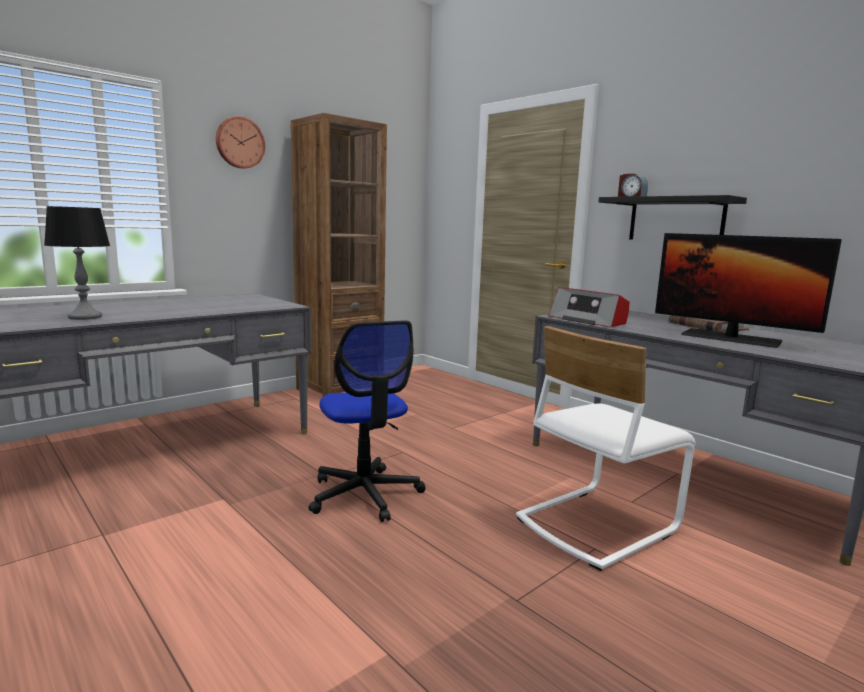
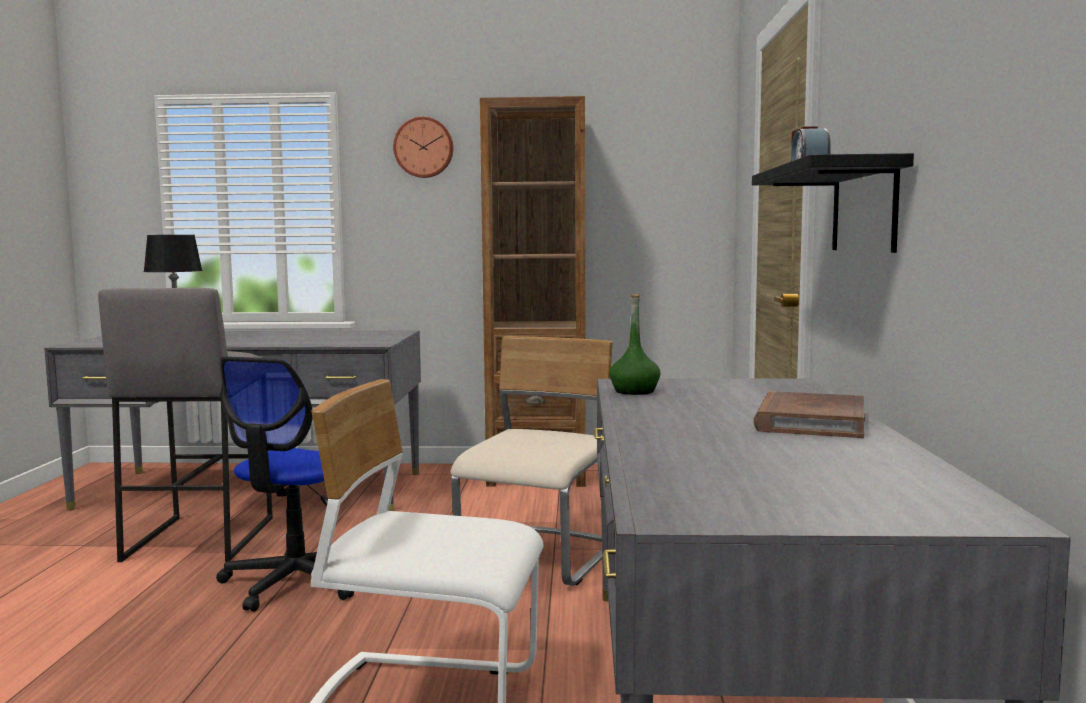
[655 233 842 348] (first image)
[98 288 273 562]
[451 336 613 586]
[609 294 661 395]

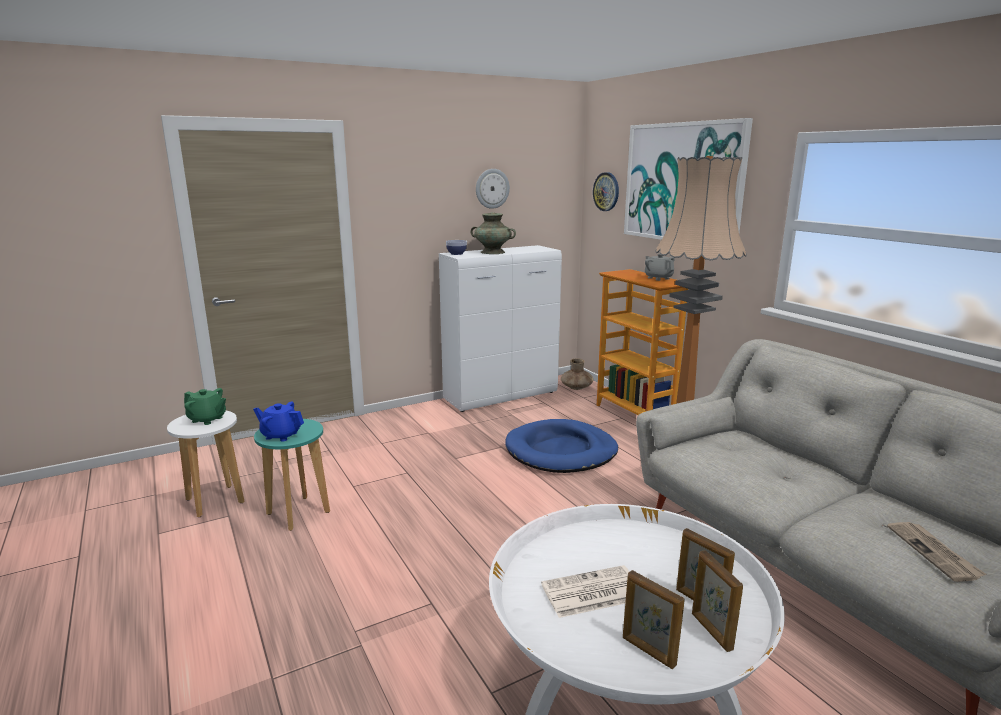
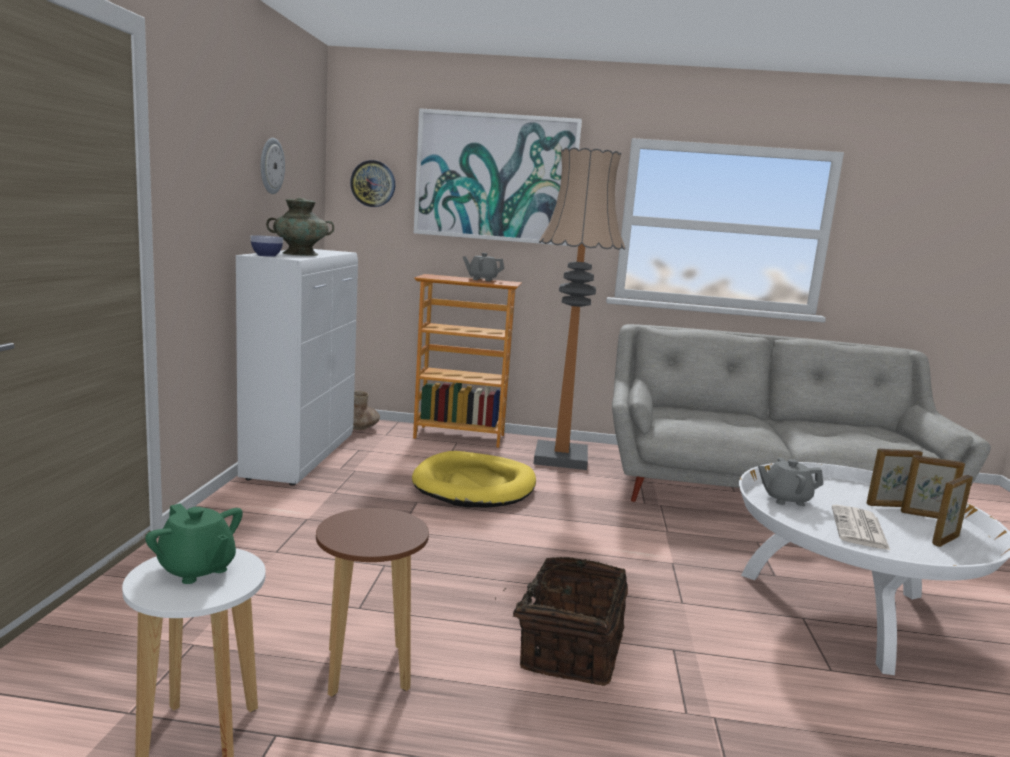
[253 401 304 441] (first image)
[887 522 986 582] (first image)
[495 557 628 686]
[758 458 823 506]
[316 508 429 697]
[412 451 536 507]
[145 504 243 584]
[932 475 973 547]

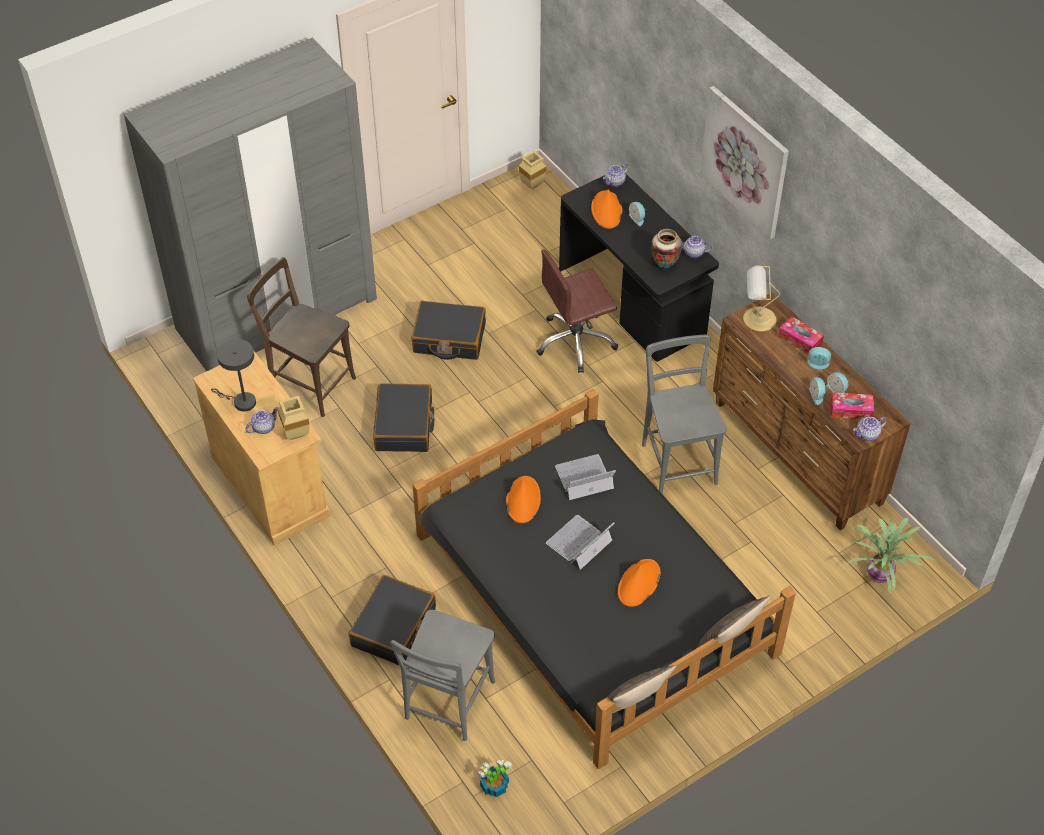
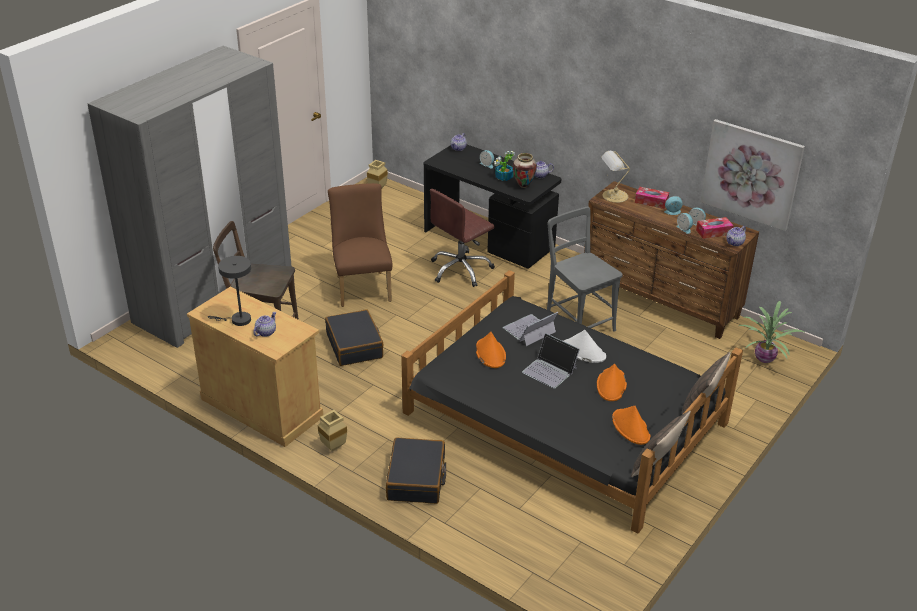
[390 610 496 741] (first image)
[564 330 606 363]
[318 410 347 451]
[494 151 515 181]
[612 406 650 445]
[701 119 805 231]
[328 183 393 307]
[522 333 580 389]

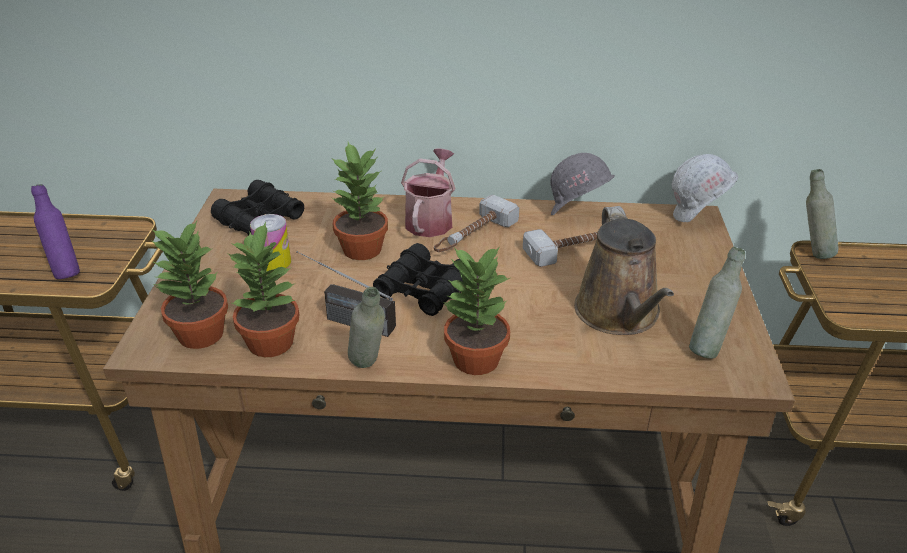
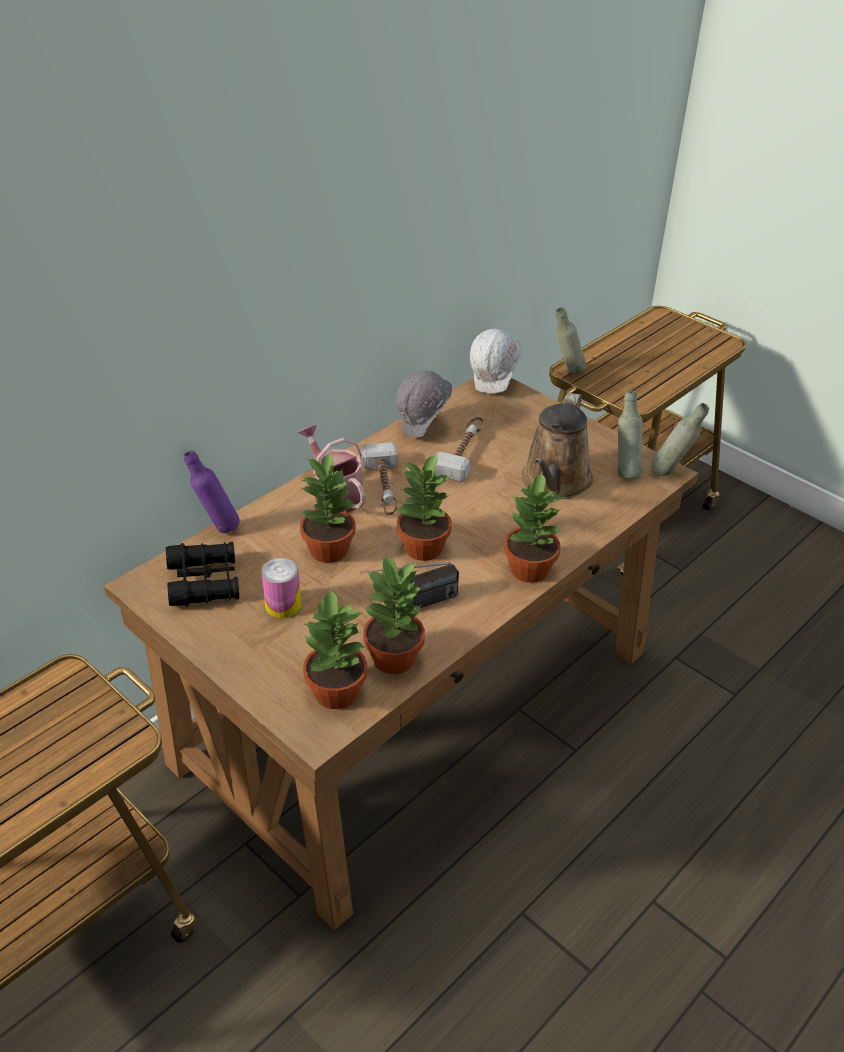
[184 450 240 533]
[651 403 709 476]
[396 453 452 561]
[521 393 593 499]

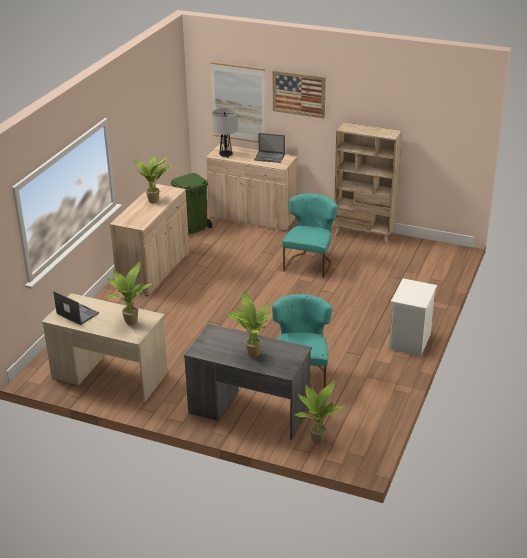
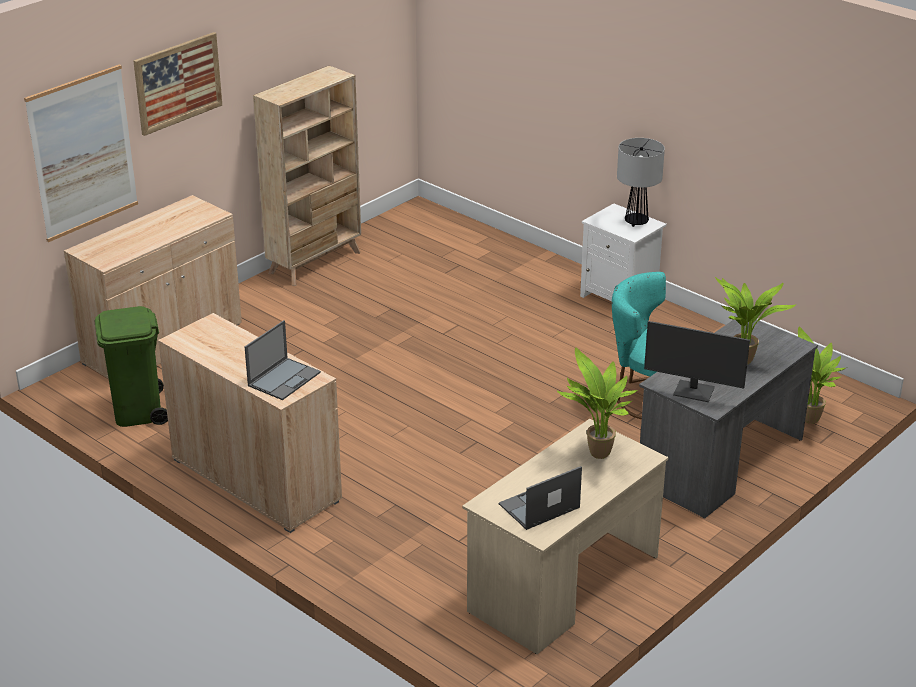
[134 154 172 203] (first image)
[282 193 338 278] (first image)
[644 321 750 402]
[617 138 665 227]
[245 320 321 400]

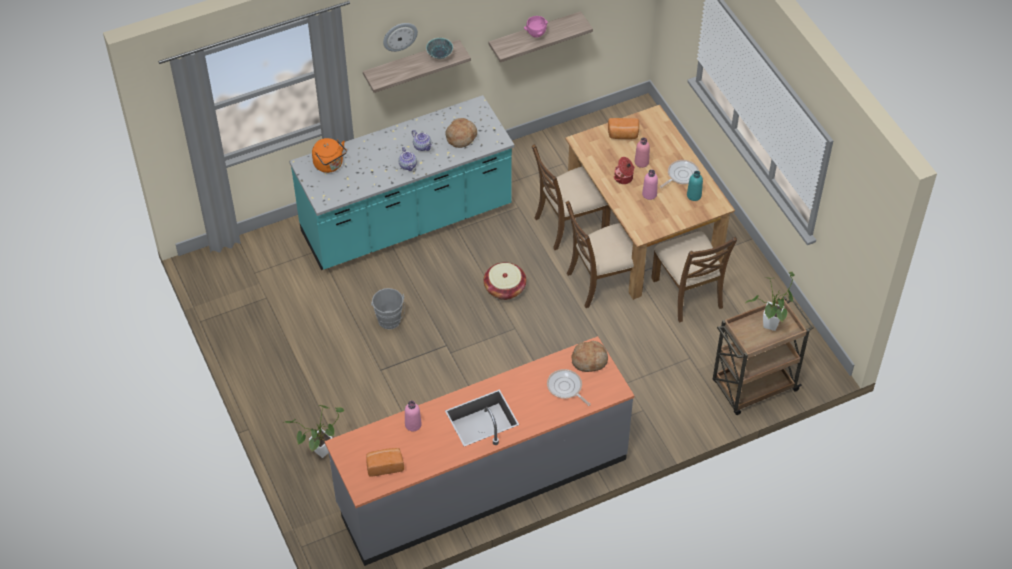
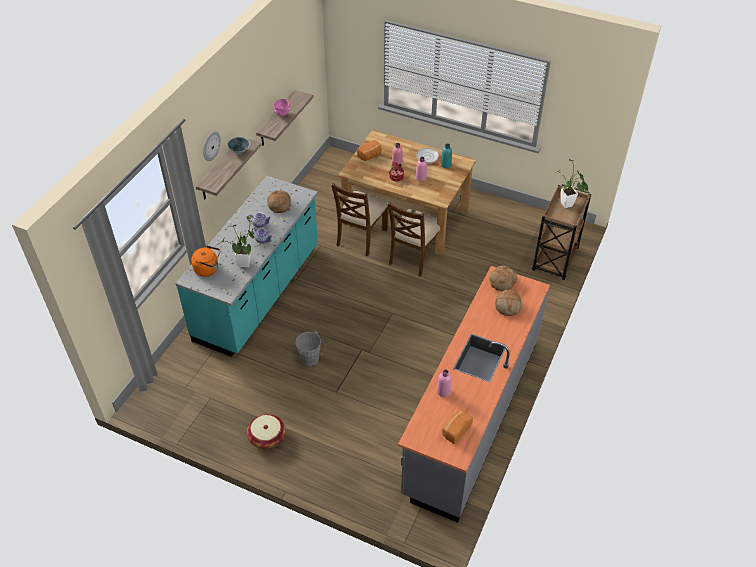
[651 231 737 322] (first image)
[217 216 254 267]
[247 414 285 449]
[495 290 522 316]

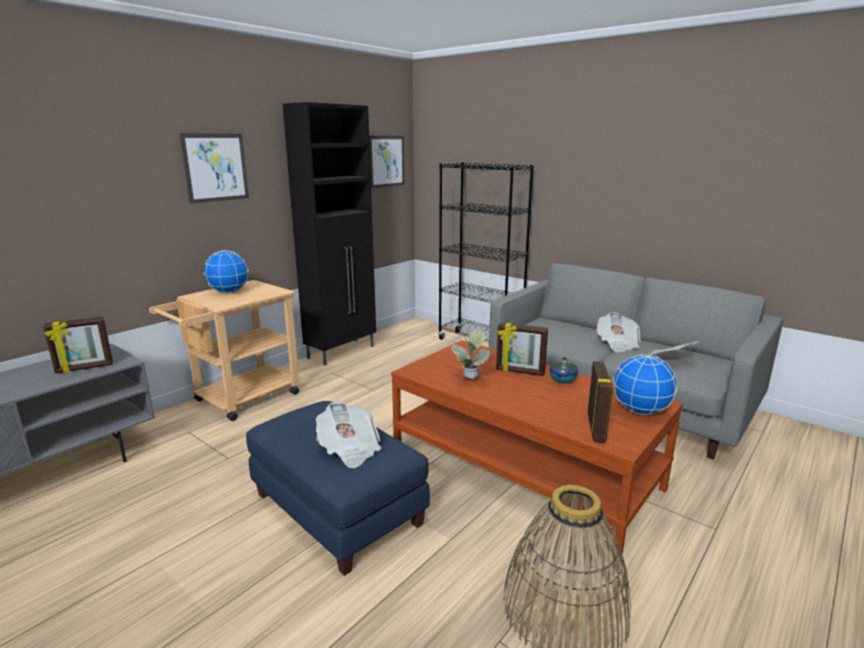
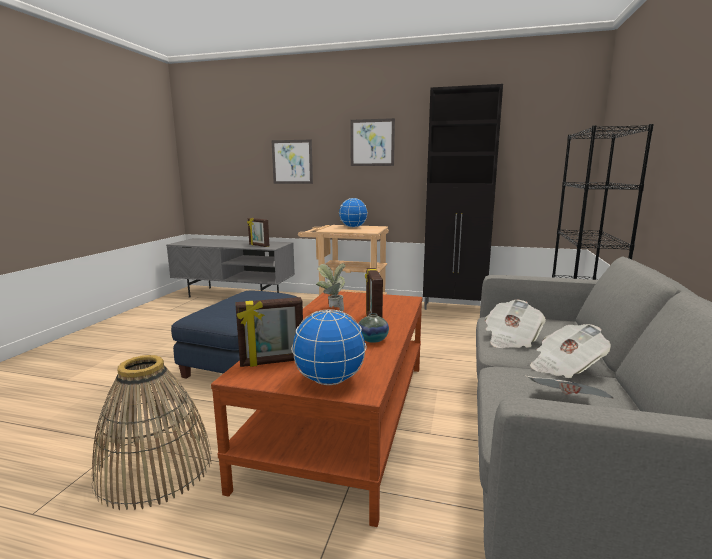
[485 300 546 348]
[272 140 313 184]

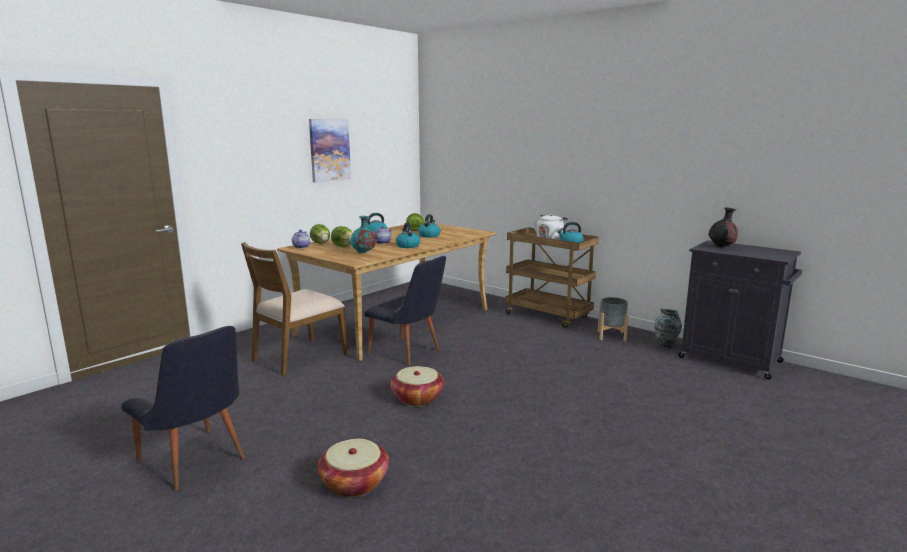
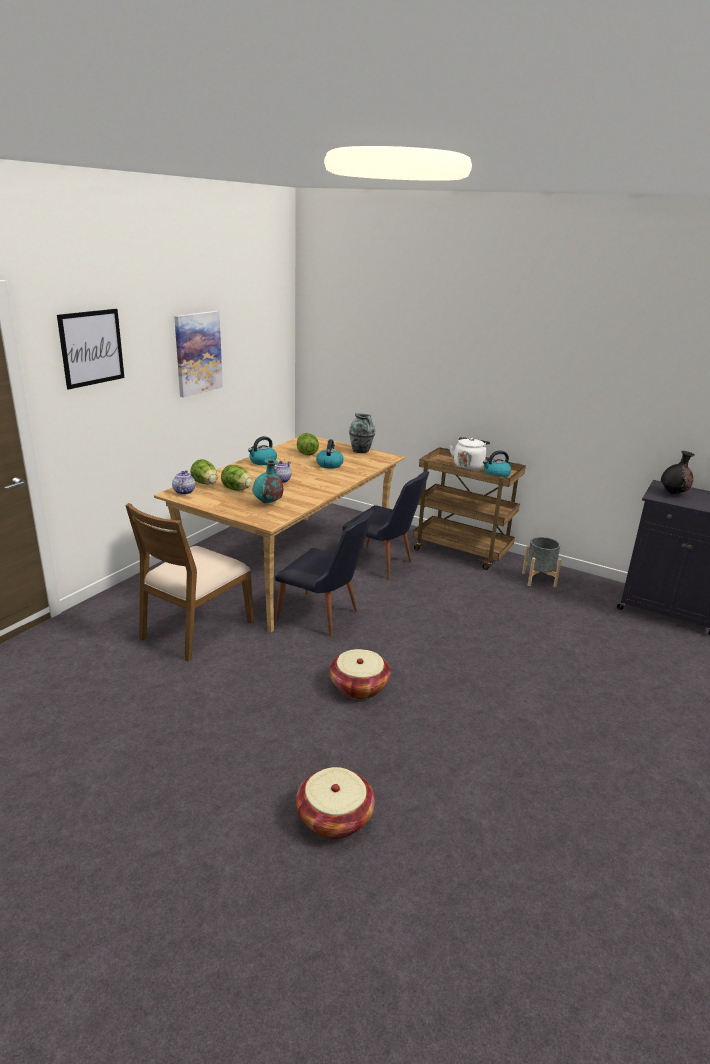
[395 223 420 248] (first image)
[57 309 125 390]
[343 471 429 580]
[349 413 375 453]

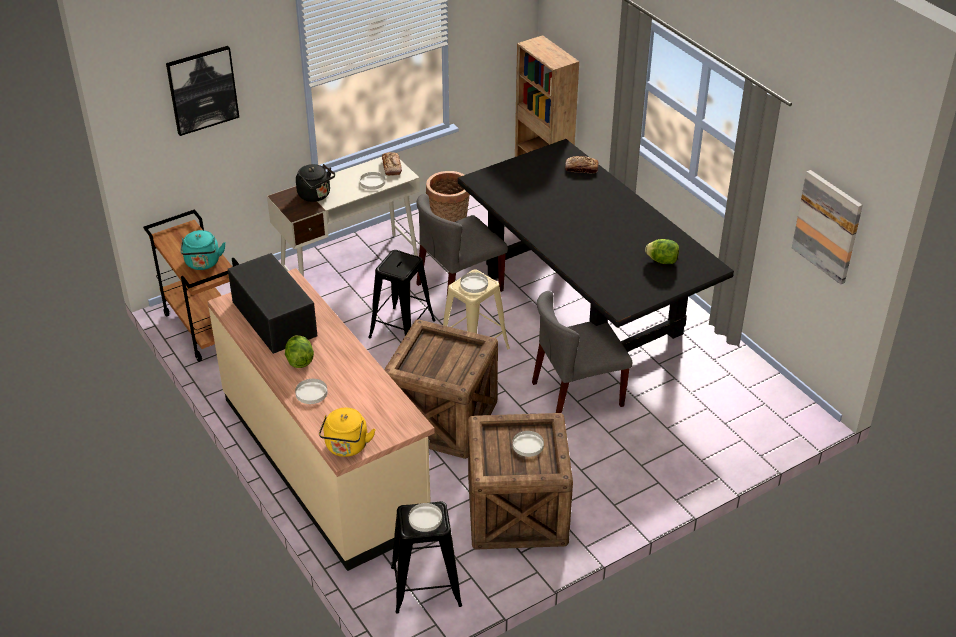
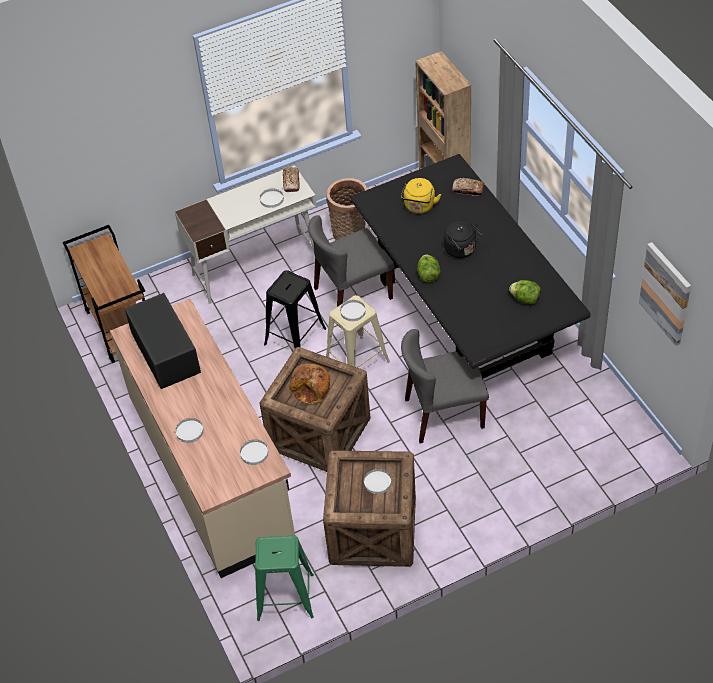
[166 46 239 136] (first image)
[181 230 226 270] (first image)
[289 364 330 404]
[417 254 441 282]
[444 222 482 258]
[401 178 441 214]
[240 439 268 465]
[255 535 314 621]

